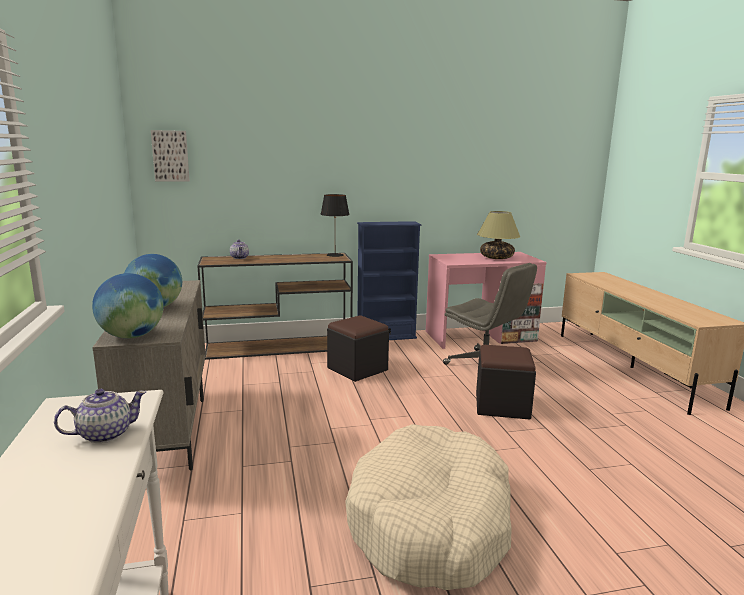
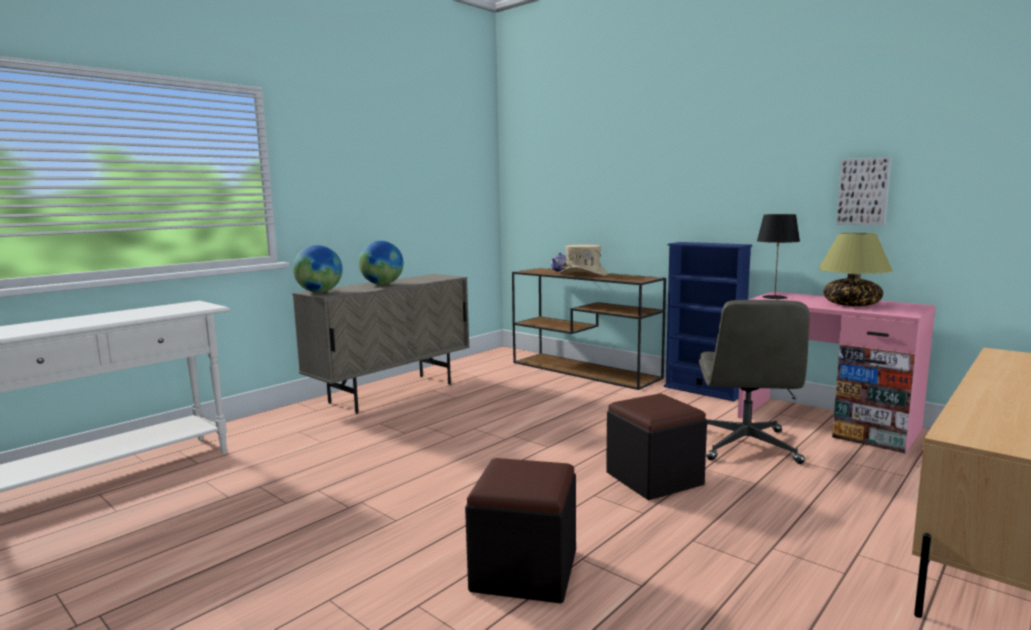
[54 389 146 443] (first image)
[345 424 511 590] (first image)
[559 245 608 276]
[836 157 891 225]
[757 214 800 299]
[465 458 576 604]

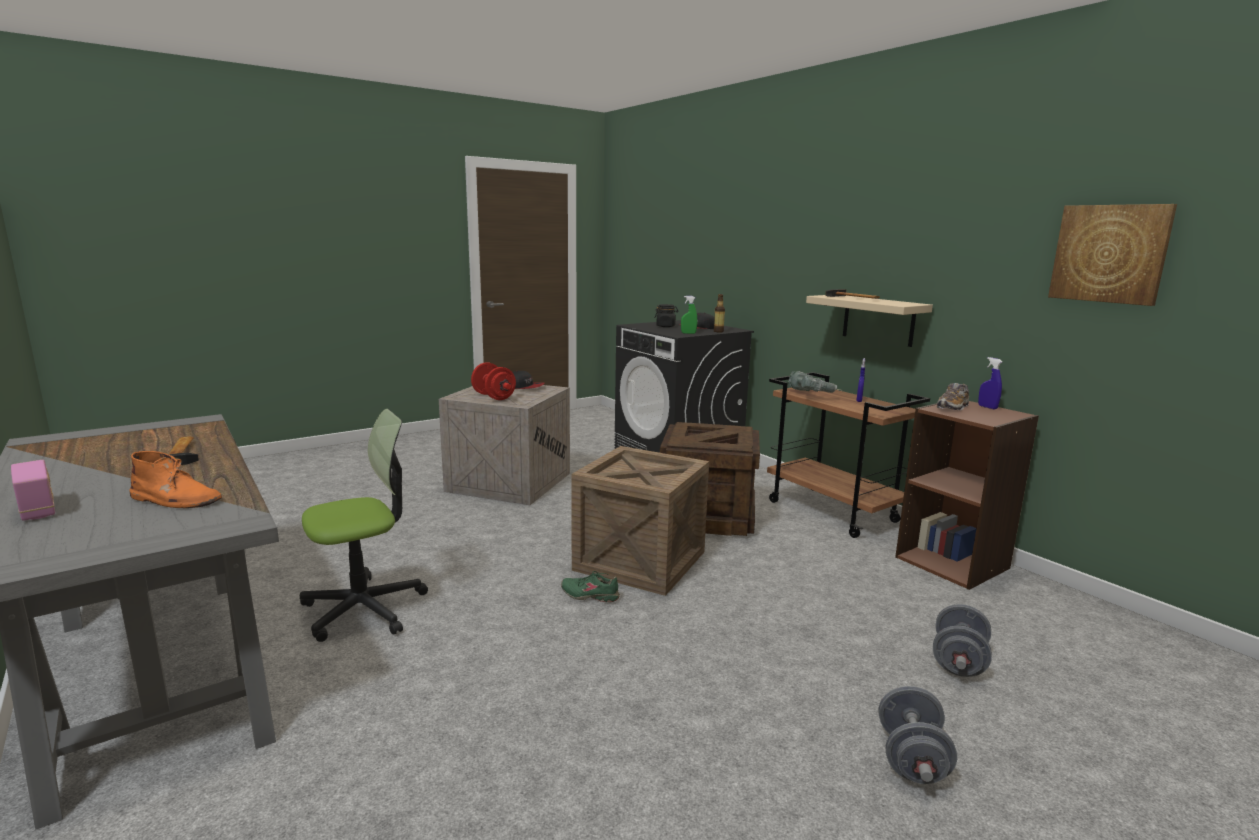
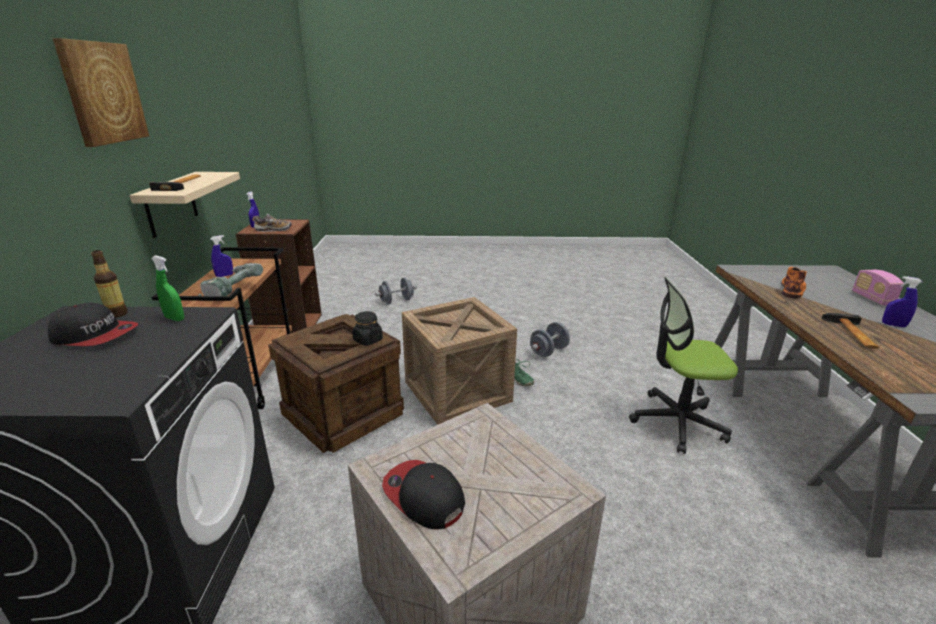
[471 362 516 400] (first image)
[882 276 922 327]
[352 311 383 346]
[530 322 570 357]
[53 38 149 147]
[782 267 807 298]

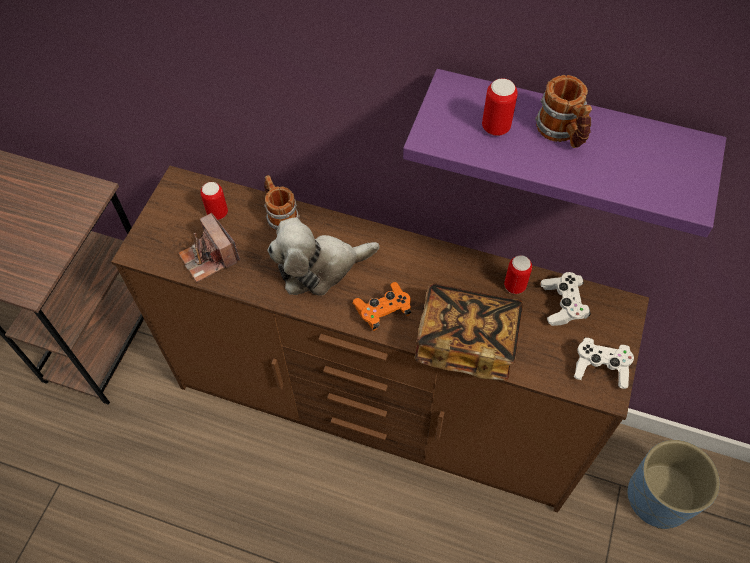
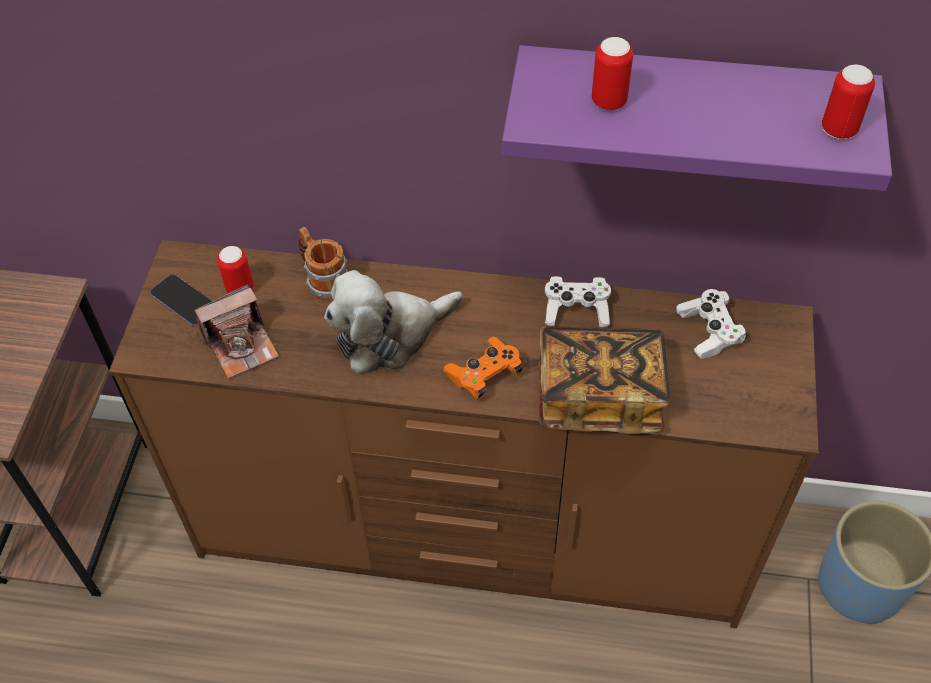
[535 75 592 148] (first image)
[150 274 212 327]
[822 64 875 139]
[545 276 611 327]
[194 284 279 379]

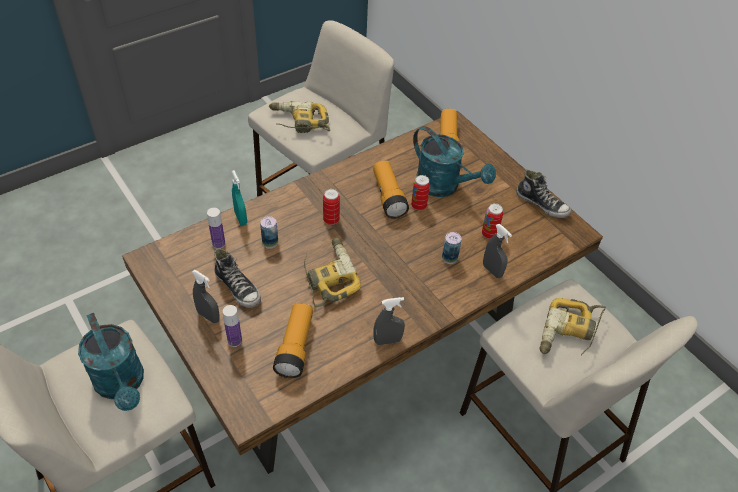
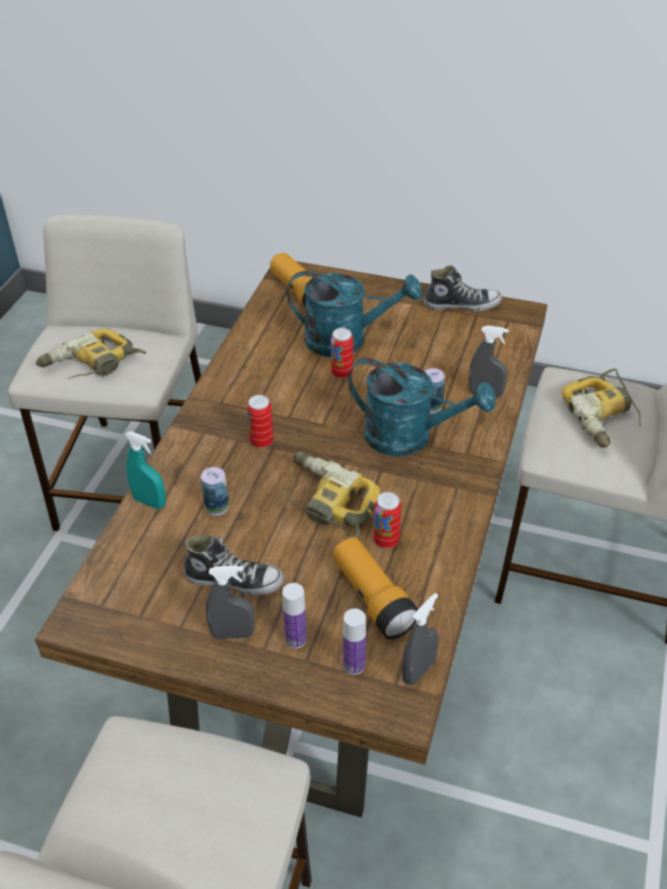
[373 160 409 219] (first image)
[348 358 496 456]
[343 608 366 675]
[402 593 439 685]
[373 492 401 548]

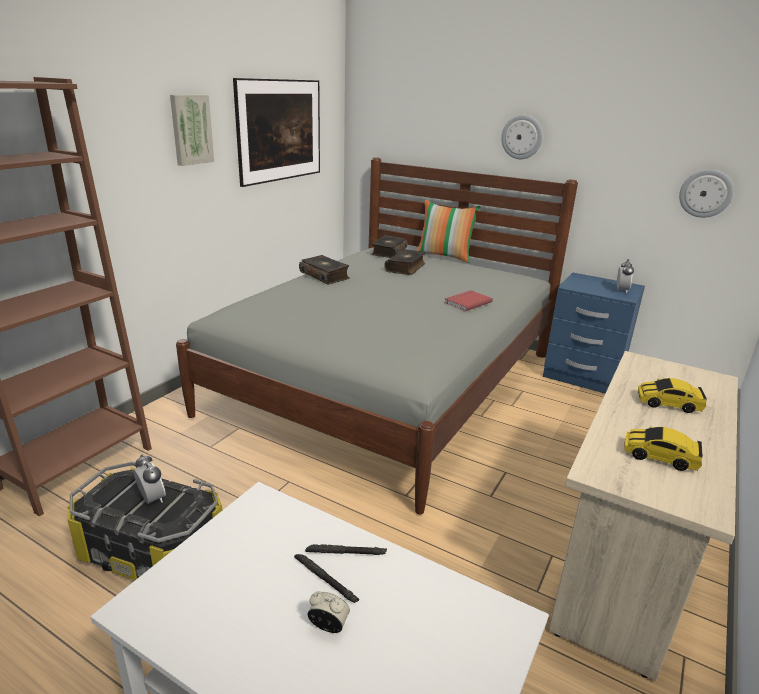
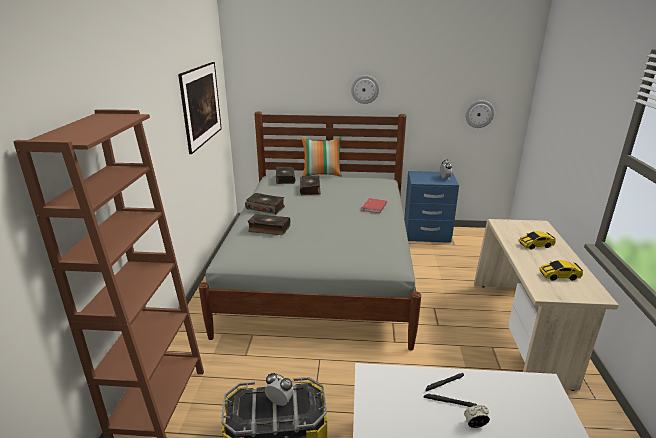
[170 95 214 166] (first image)
[247 214 290 235]

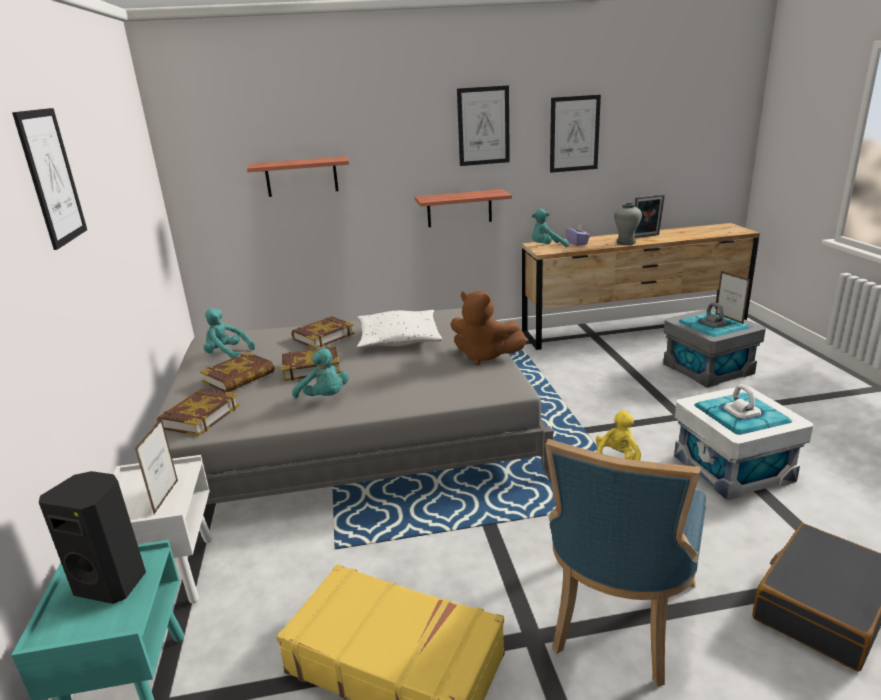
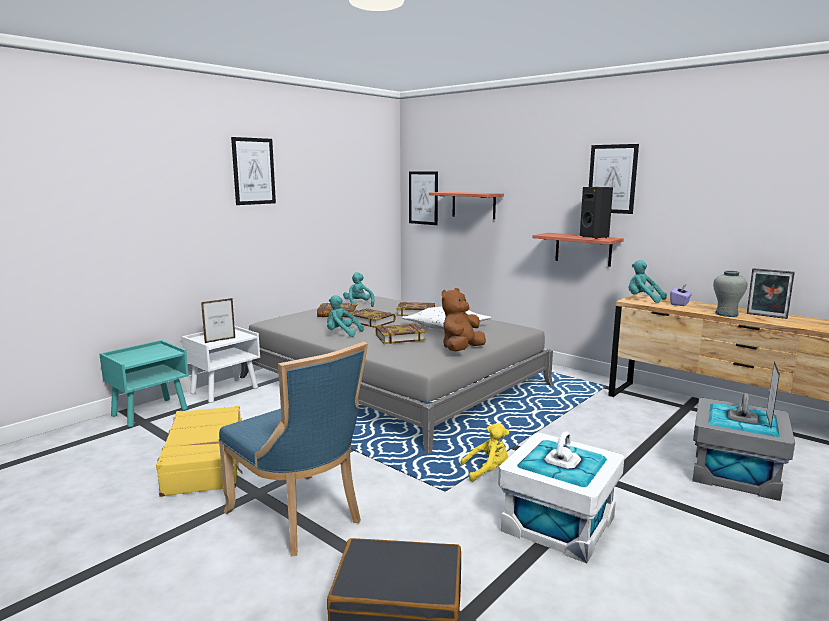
[580 187 613 239]
[376 323 426 344]
[409 171 438 225]
[327 295 364 337]
[442 288 486 351]
[219 342 368 556]

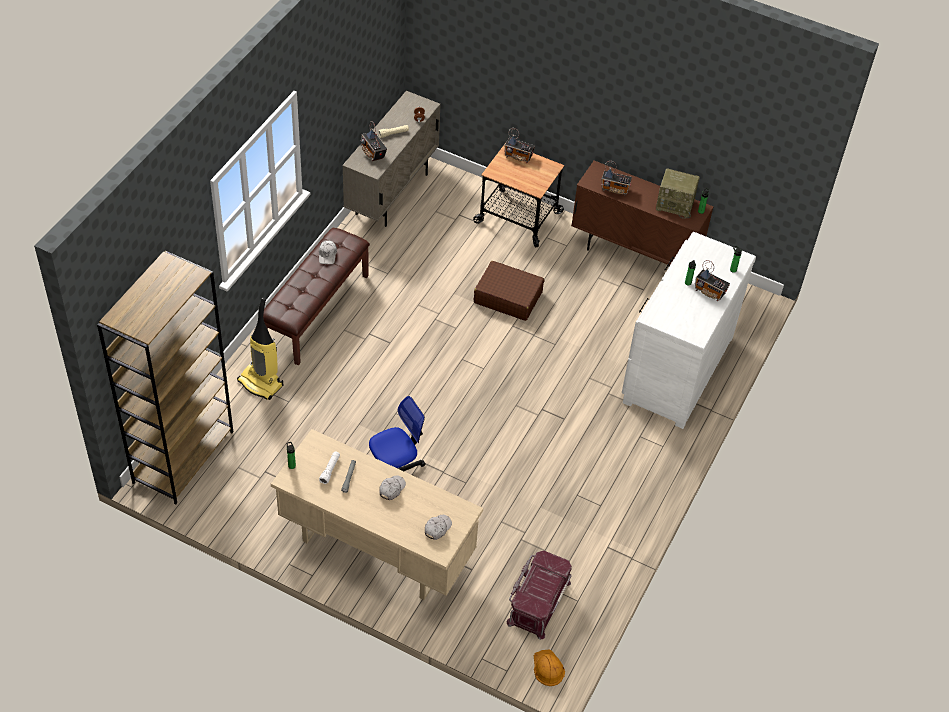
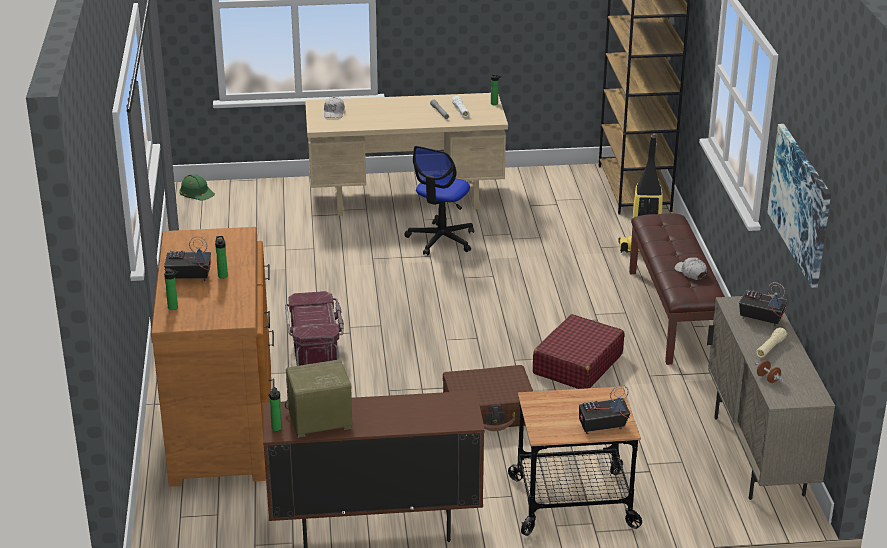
[379 476 406 500] (first image)
[601 161 632 196] (first image)
[533 314 624 389]
[767 124 831 288]
[285 291 344 367]
[180 174 215 200]
[151 227 274 487]

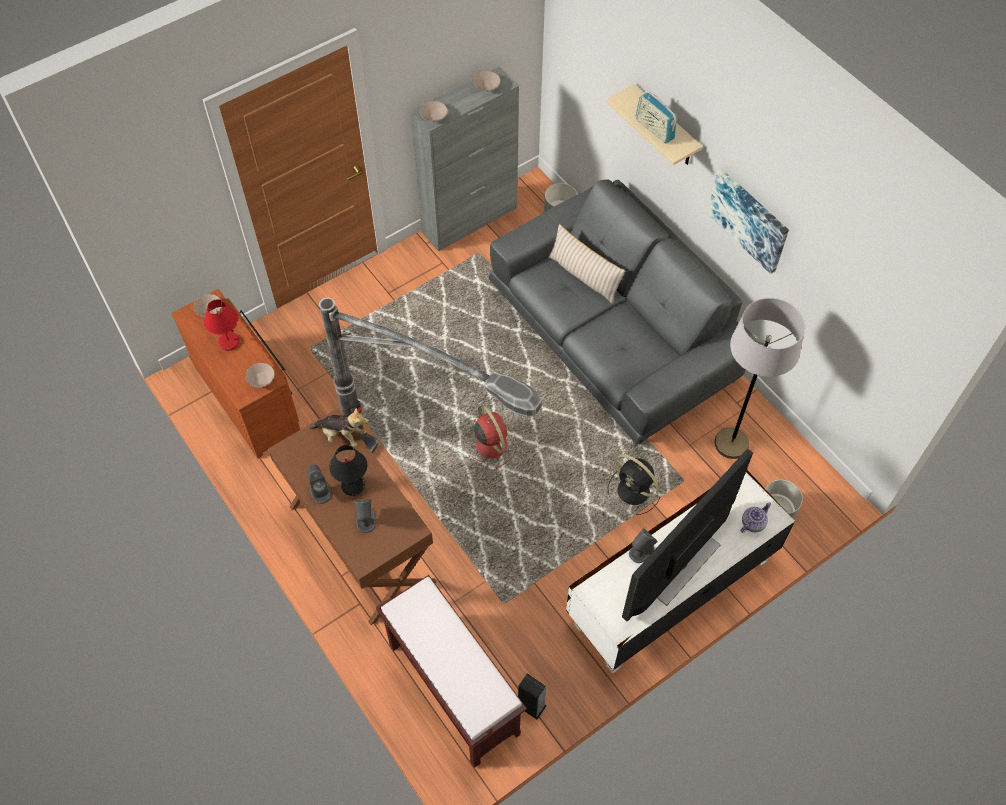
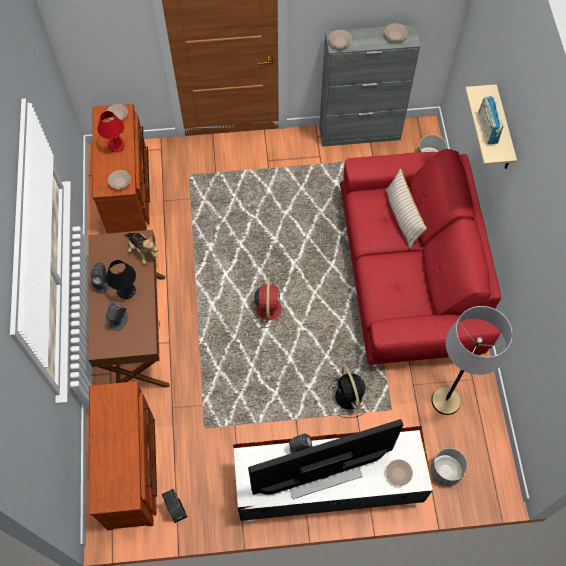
[319 298 542 454] (first image)
[707 168 789 274] (first image)
[89 381 157 530]
[386 459 413 486]
[340 149 501 365]

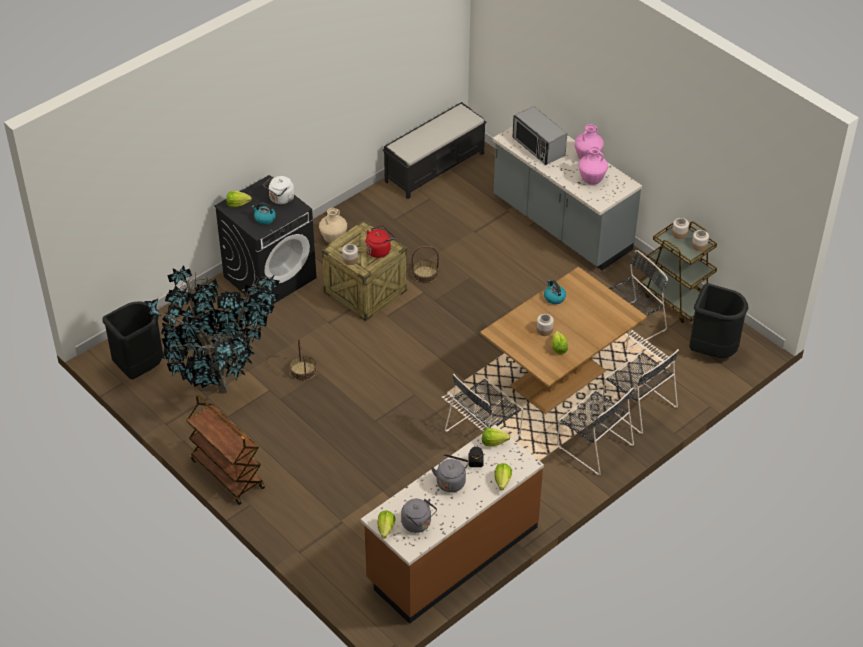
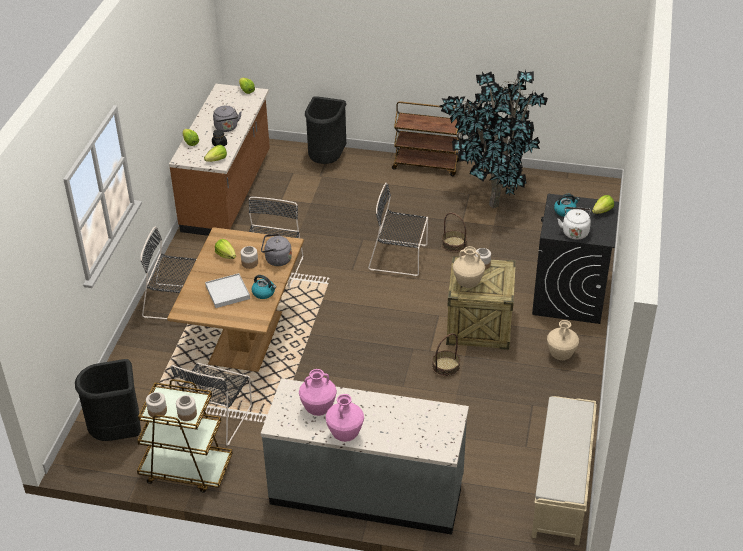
[512 106 567 165] (first image)
[205 273 250 308]
[305 96 346 164]
[261 234 292 266]
[368 183 428 276]
[453 246 485 288]
[531 396 597 545]

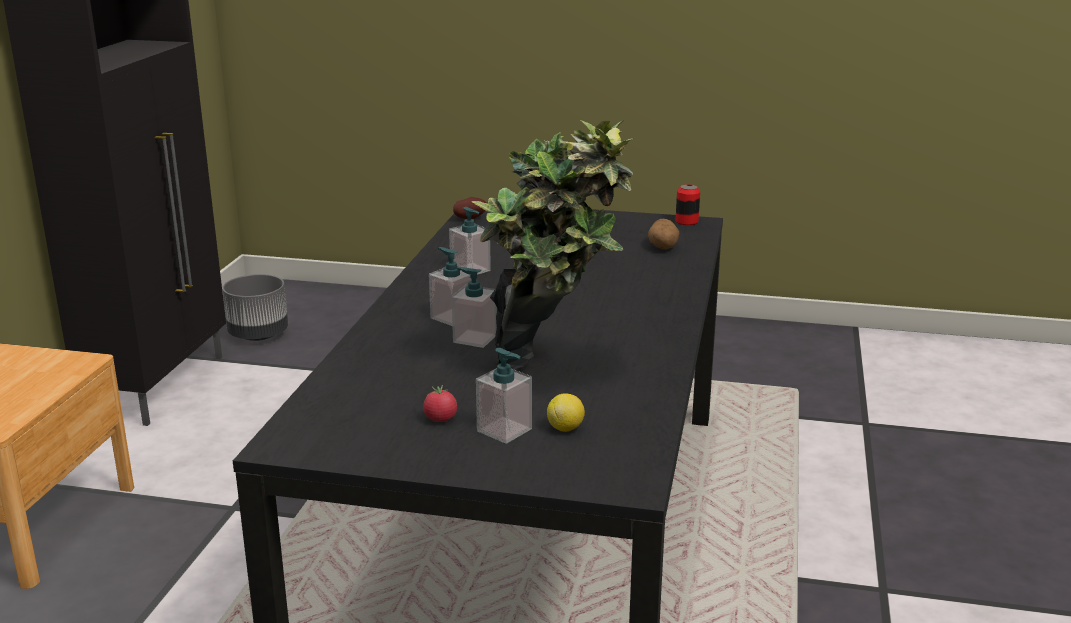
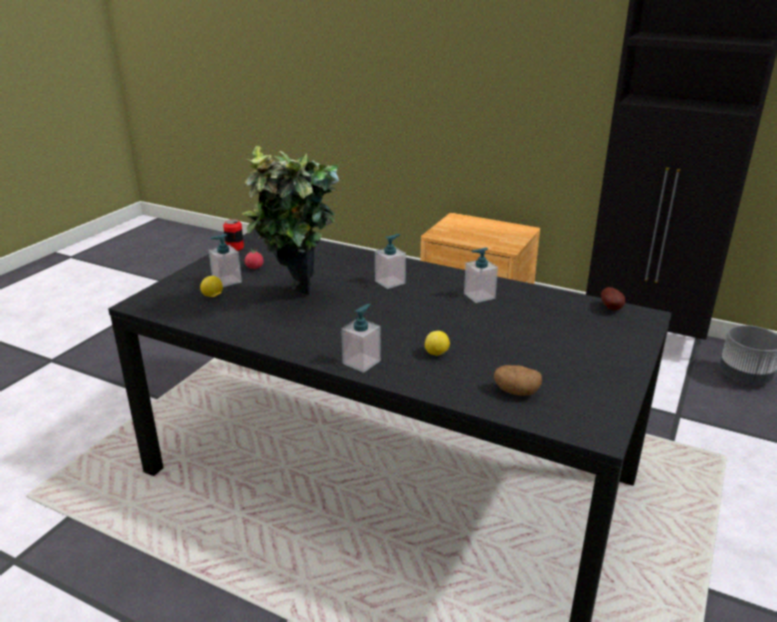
[425 331 450 356]
[341 304 381 373]
[223 219 244 251]

